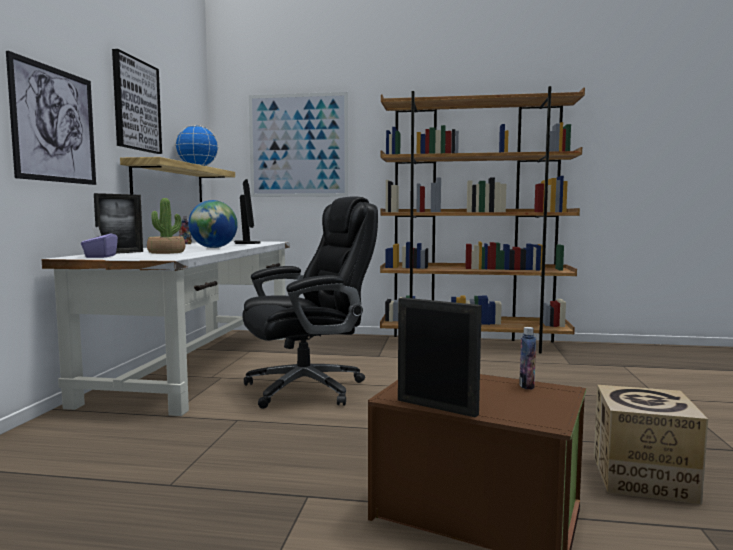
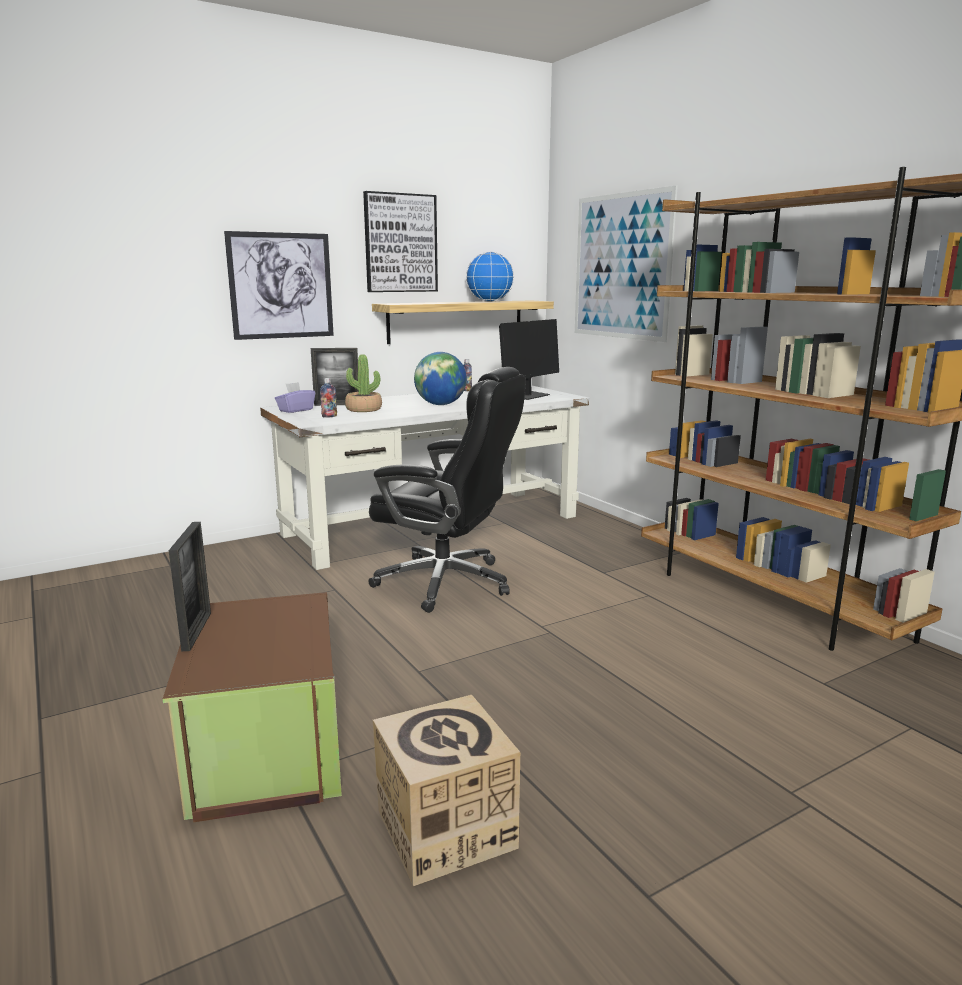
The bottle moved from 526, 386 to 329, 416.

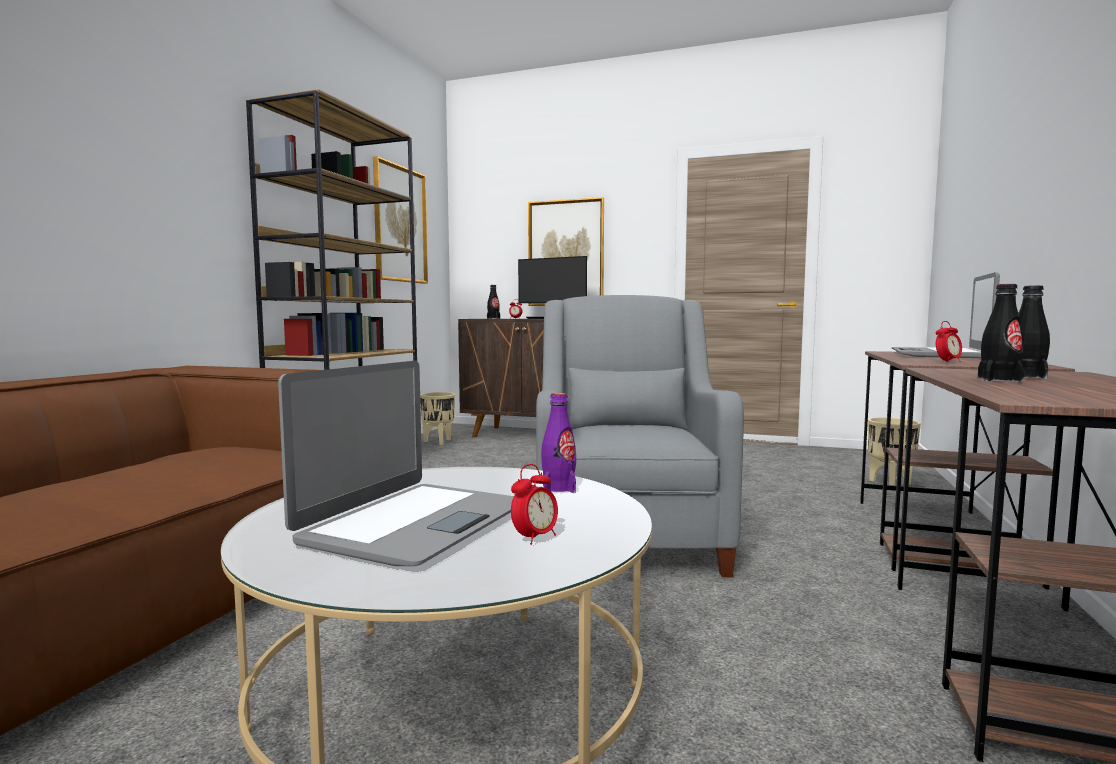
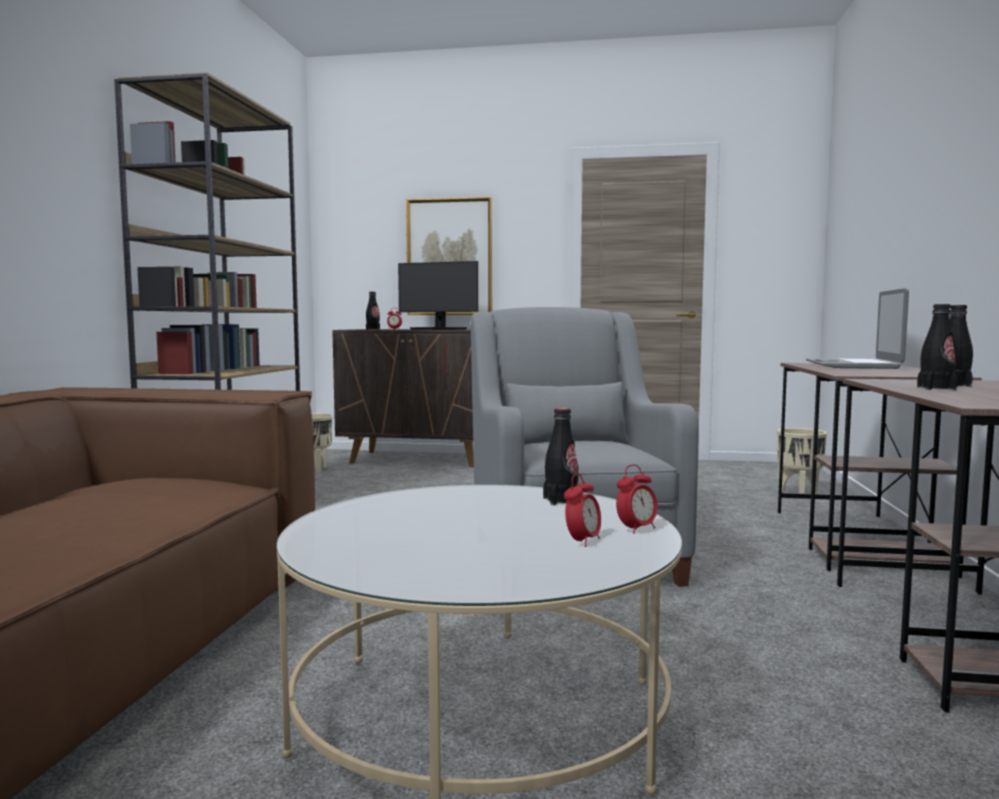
The laptop at 415, 524 disappeared. The picture at 400, 224 disappeared. The purple bottle at 558, 488 became the black bottle at 561, 500. The alarm clock moved from 947, 362 to 636, 529.

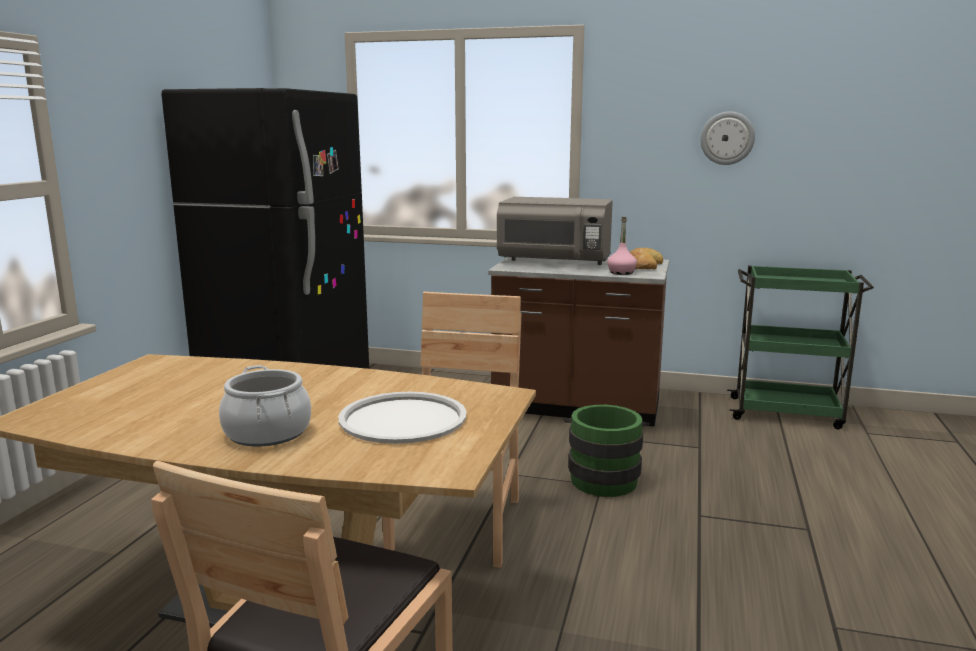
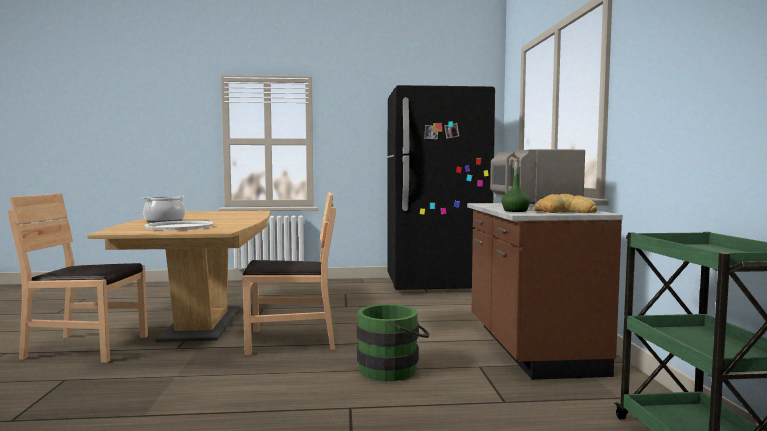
The pink bottle at 621, 272 became the green bottle at 515, 211. The wall clock at 727, 138 disappeared.

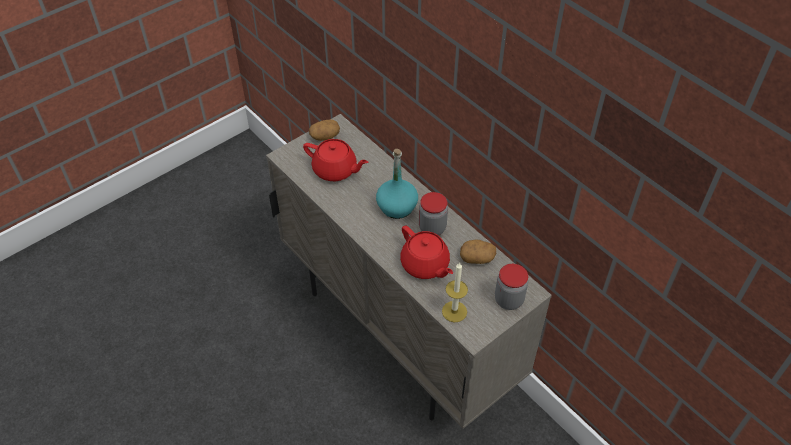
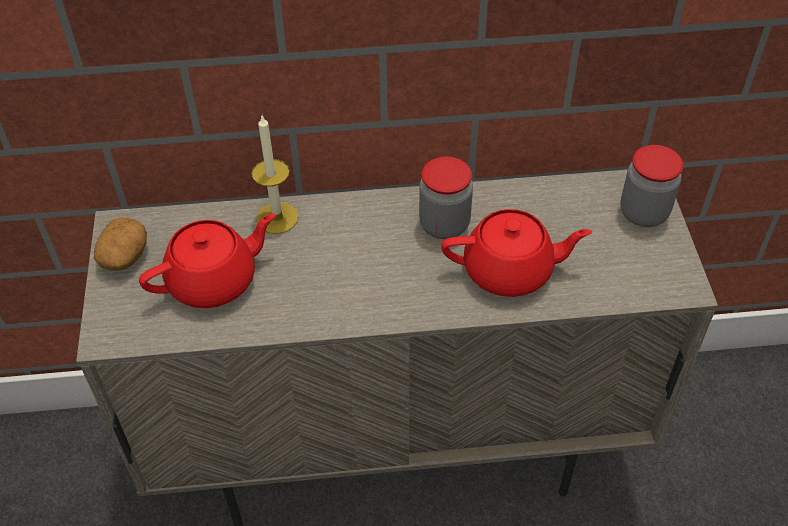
The turquoise bottle at 397, 207 disappeared. The candle moved from 454, 311 to 277, 218. The potato at 477, 257 disappeared.

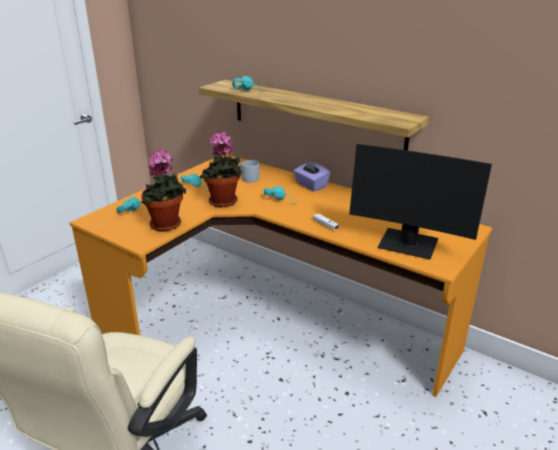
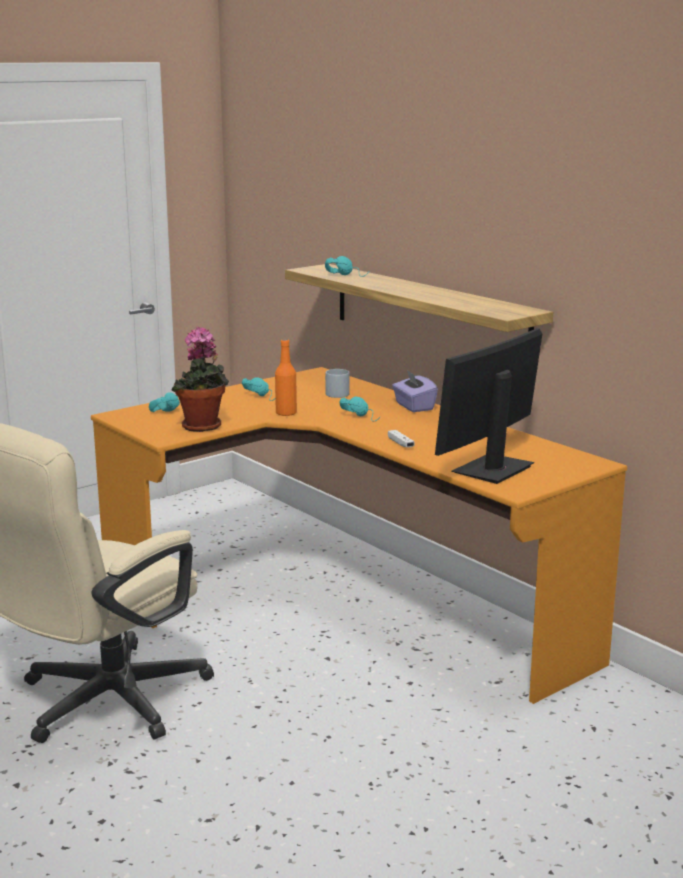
The potted plant at 224, 203 was replaced by the orange bottle at 286, 413. The monitor at 408, 244 turned 90 degrees clockwise.

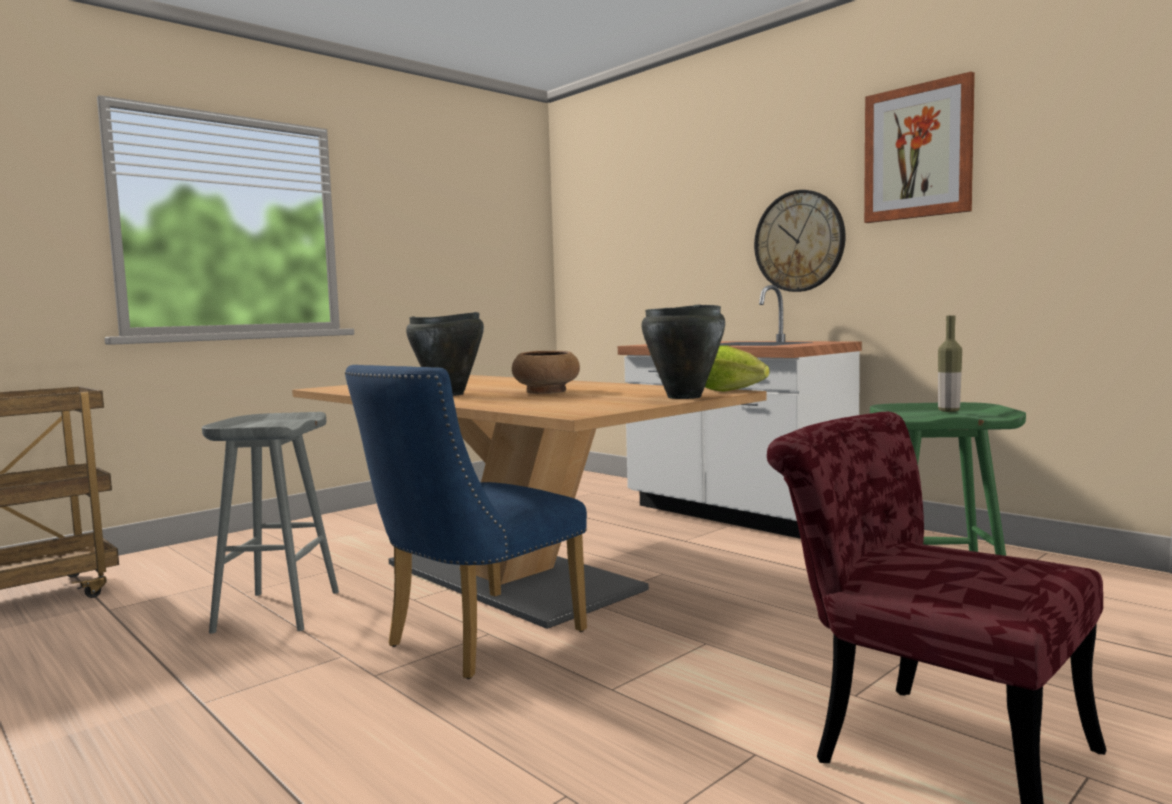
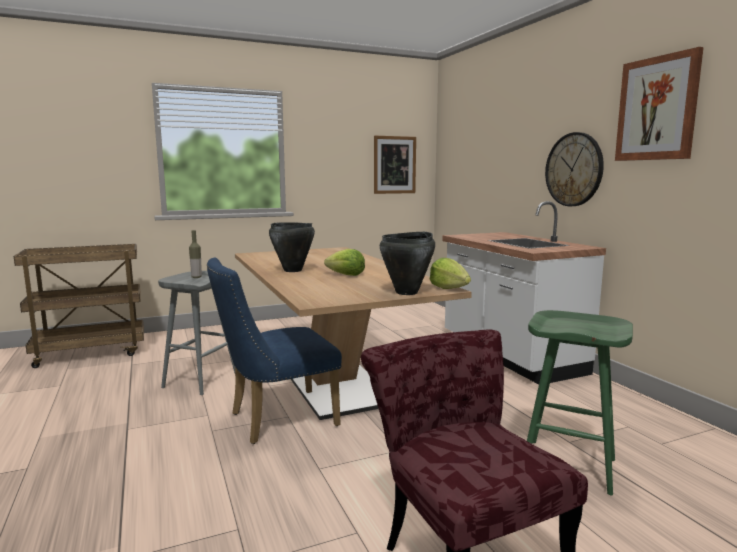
The brown bowl at 547, 392 was replaced by the lettuce at 346, 275. The bottle moved from 948, 411 to 196, 277. The picture at 394, 165 appeared.

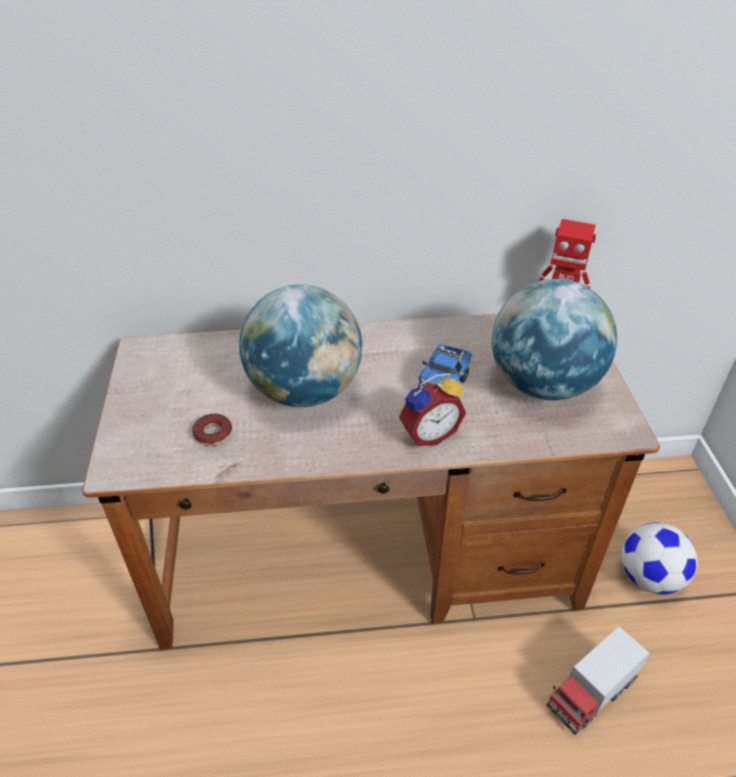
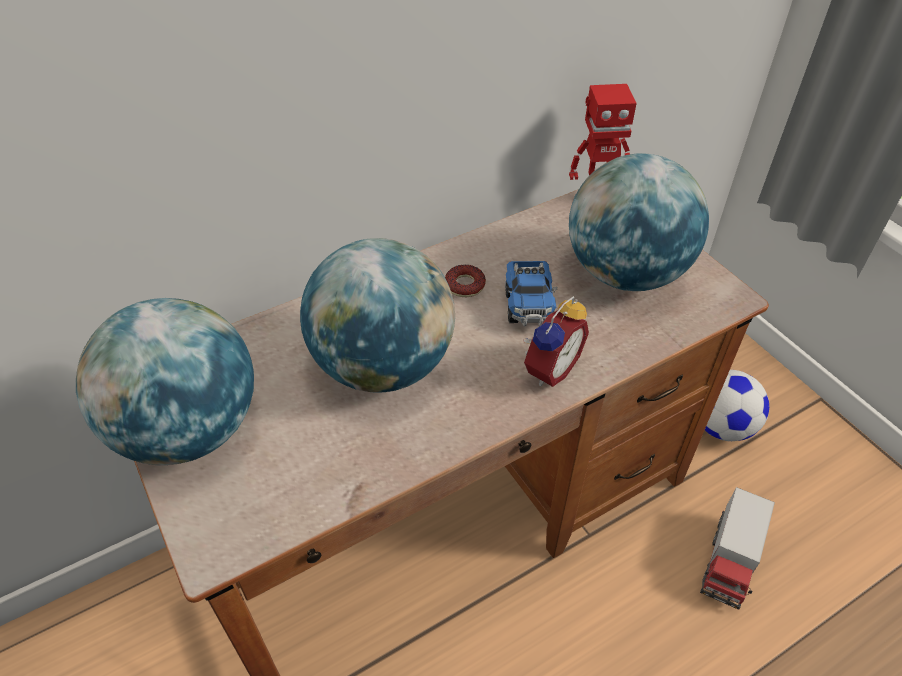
The donut moved from 213, 433 to 465, 285. The globe at 189, 429 appeared.

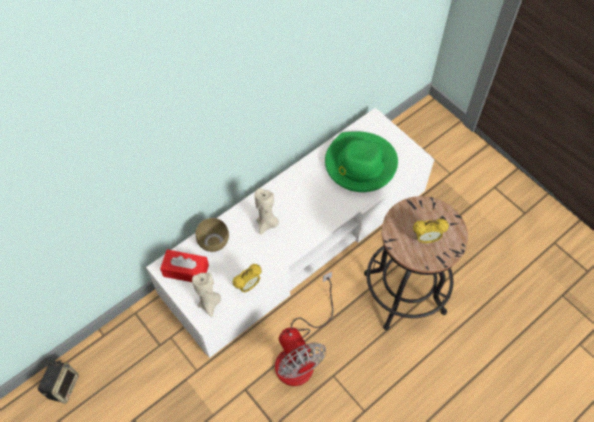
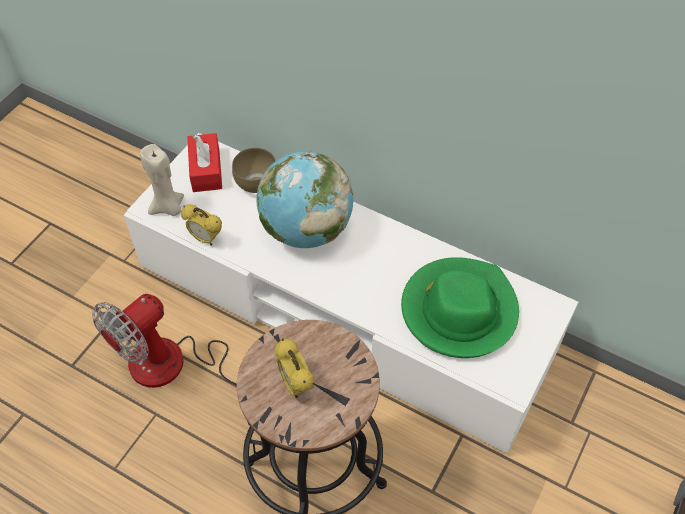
The speaker at 63, 385 disappeared. The beige candle at 267, 224 was replaced by the globe at 306, 229.

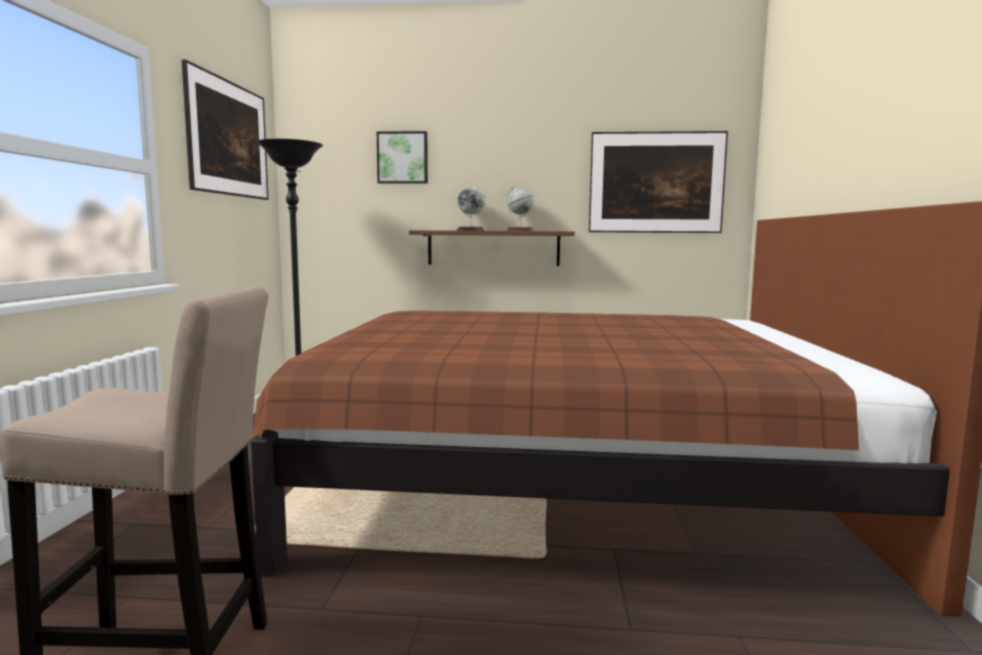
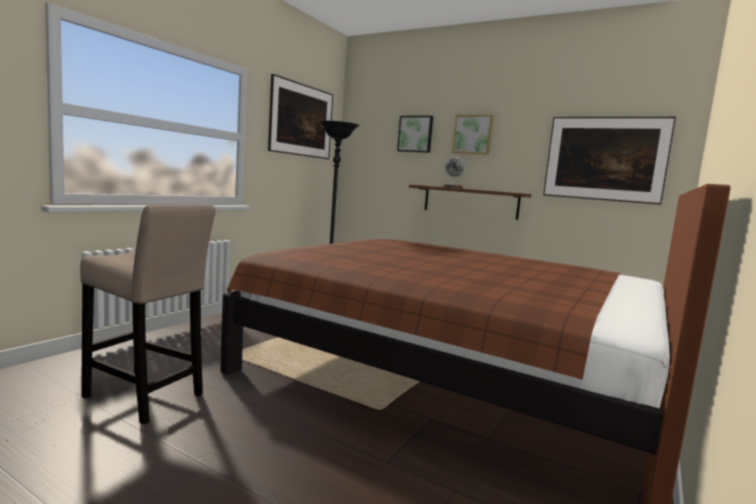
The globe at 519, 230 disappeared. The picture at 473, 134 appeared.

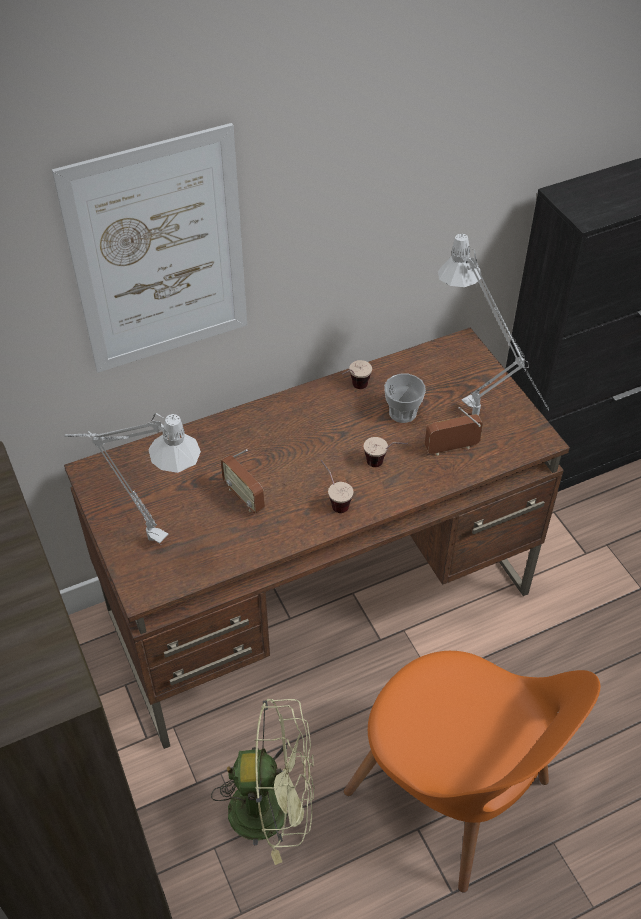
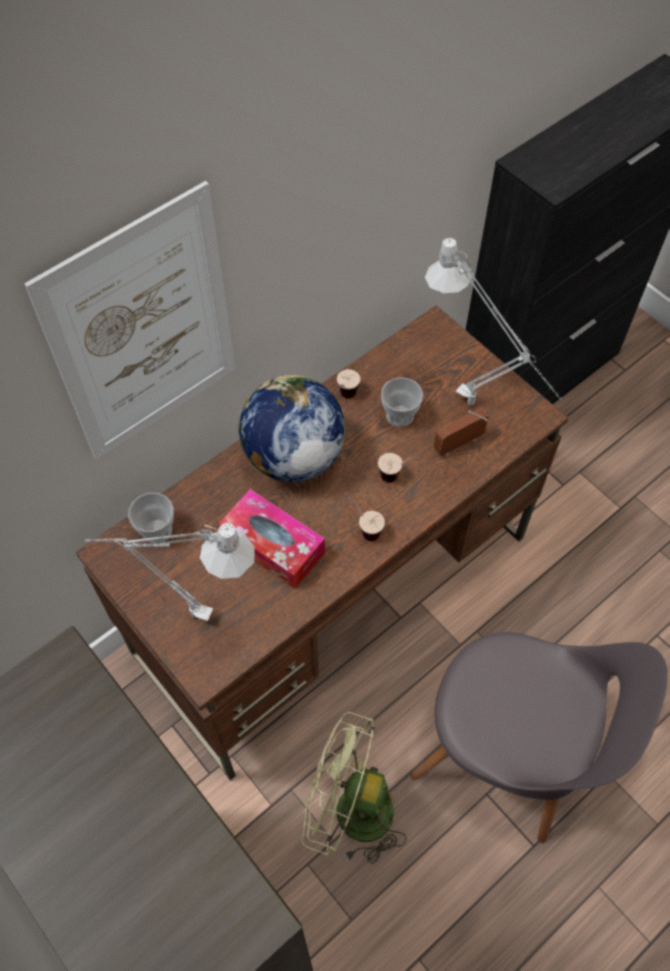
The green fan at 273, 808 turned 150 degrees counterclockwise. The radio at 244, 497 was replaced by the tissue box at 273, 545. The orange chair at 453, 794 became the grey chair at 509, 752. The cup at 157, 530 appeared. The globe at 292, 456 appeared.

